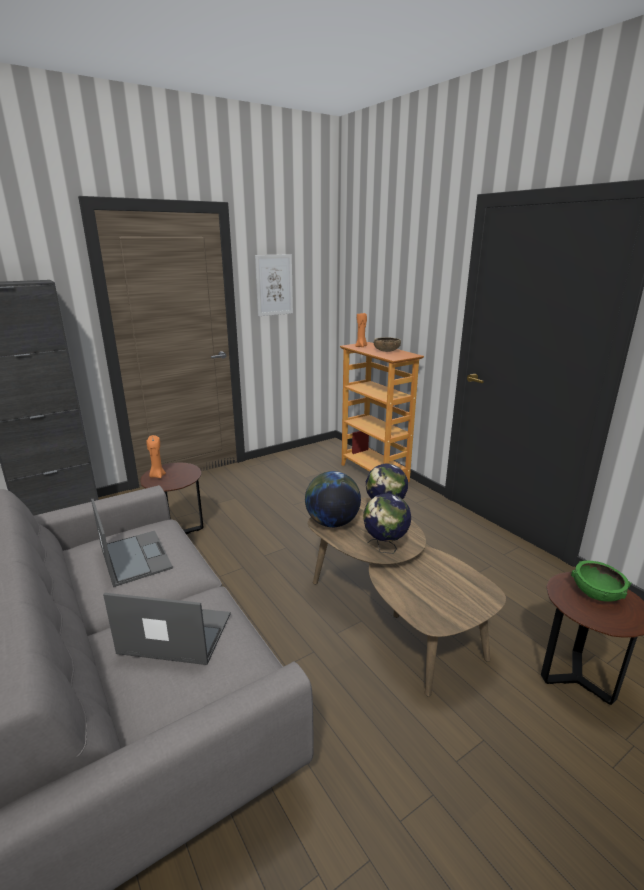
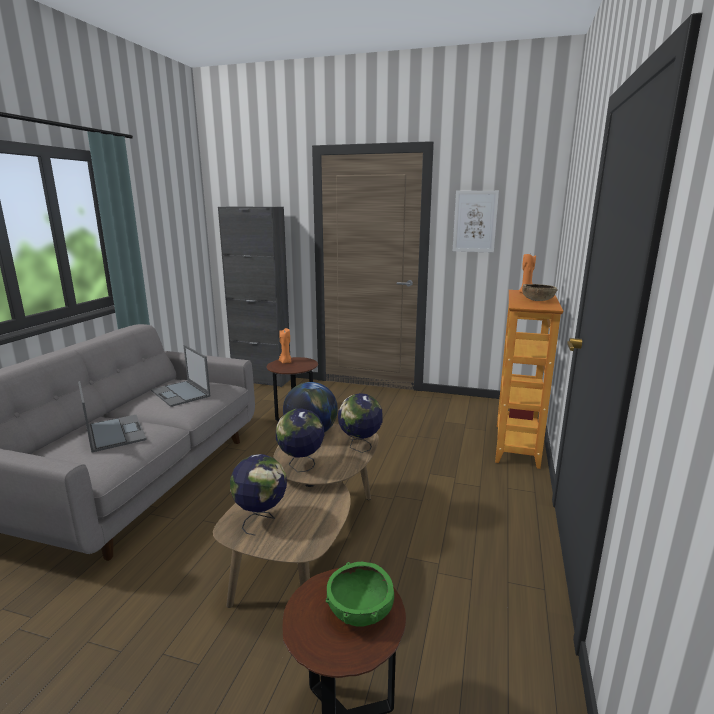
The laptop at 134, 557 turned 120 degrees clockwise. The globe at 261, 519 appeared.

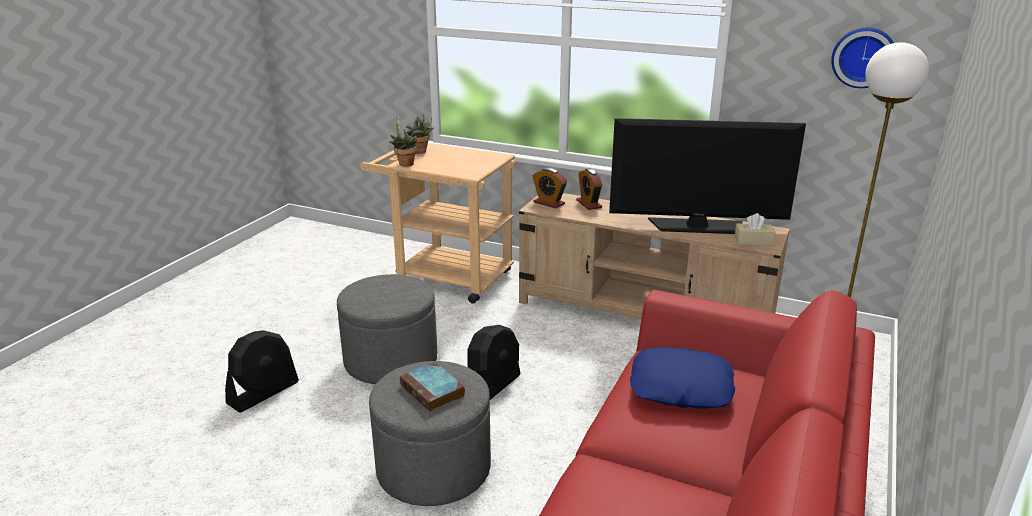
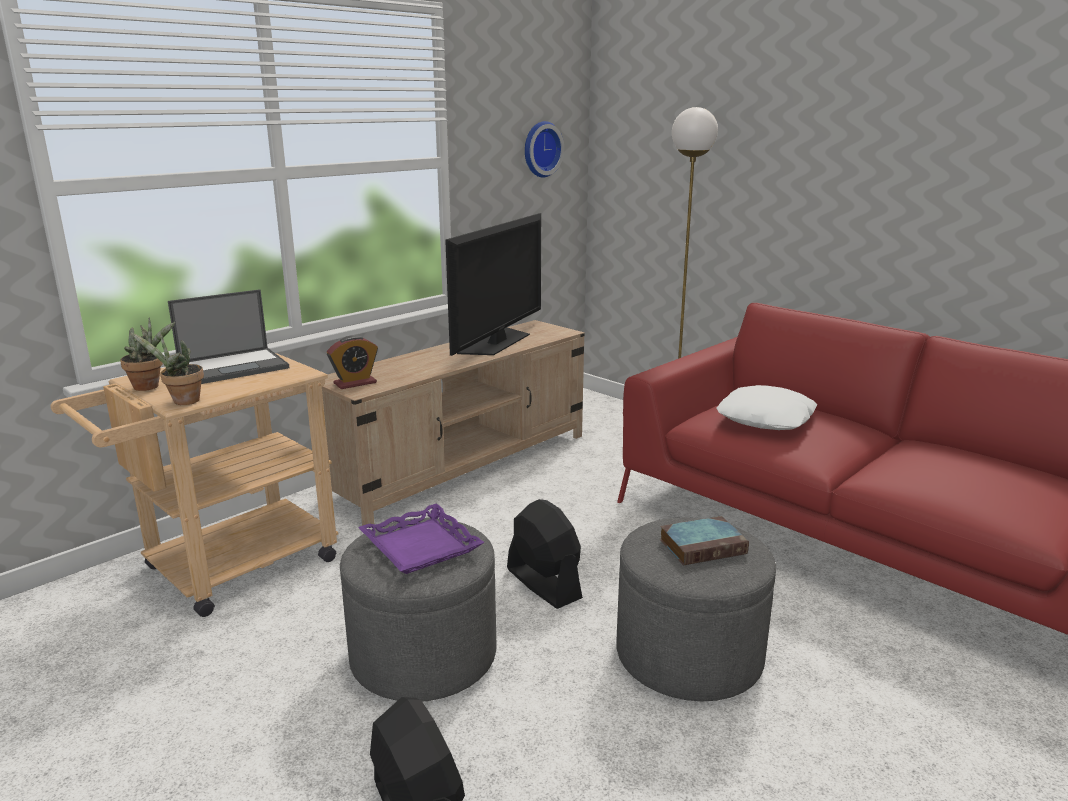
The alarm clock at 589, 204 disappeared. The blue pillow at 680, 388 became the white pillow at 766, 418. The beige tissue box at 753, 241 disappeared. The laptop at 234, 366 appeared. The purple tray at 419, 546 appeared.

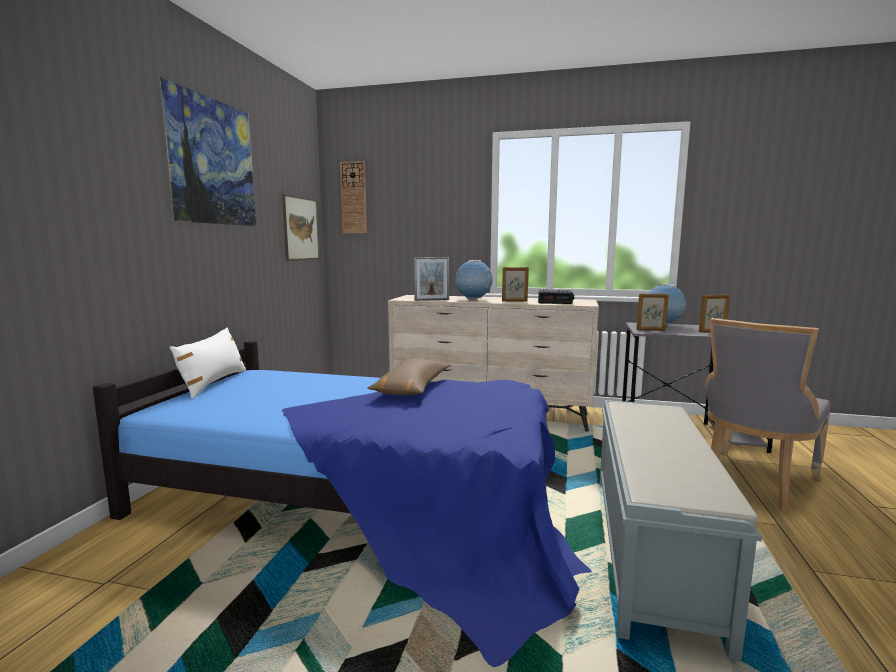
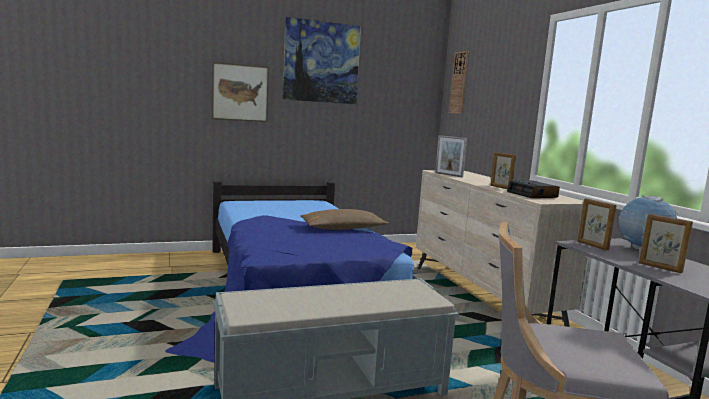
The white pillow at 213, 383 disappeared. The picture moved from 301, 228 to 240, 92. The globe at 473, 300 disappeared.

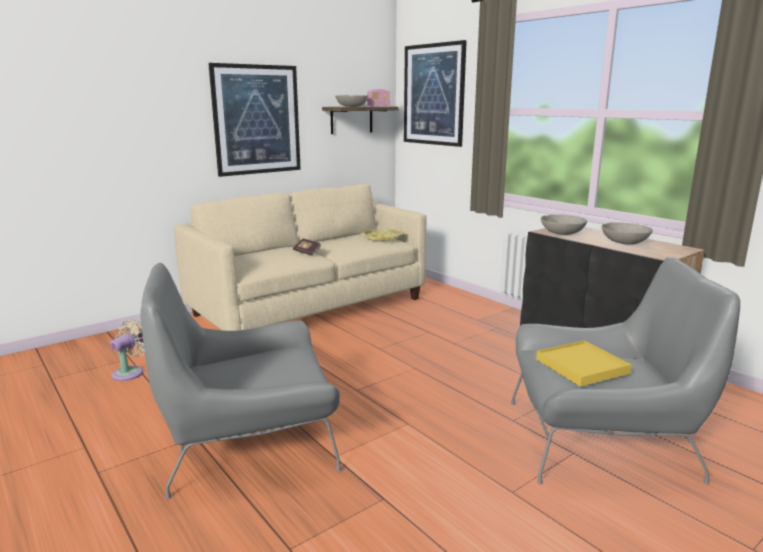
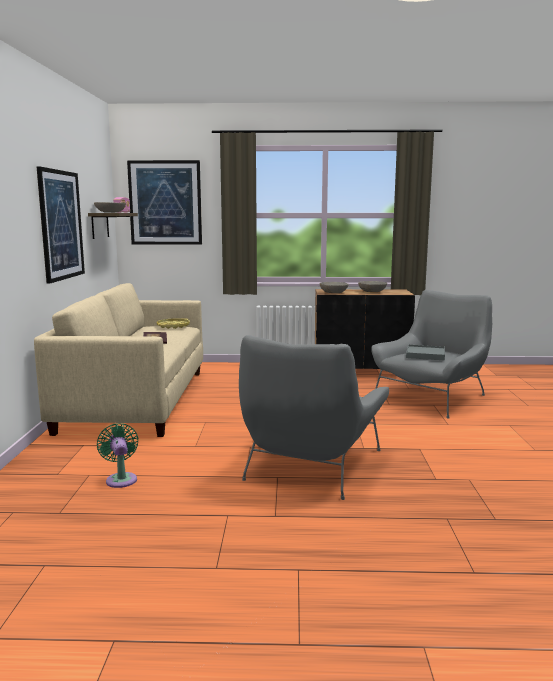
The beige fan at 130, 372 became the green fan at 121, 479. The yellow tray at 581, 366 became the grey tray at 425, 354.

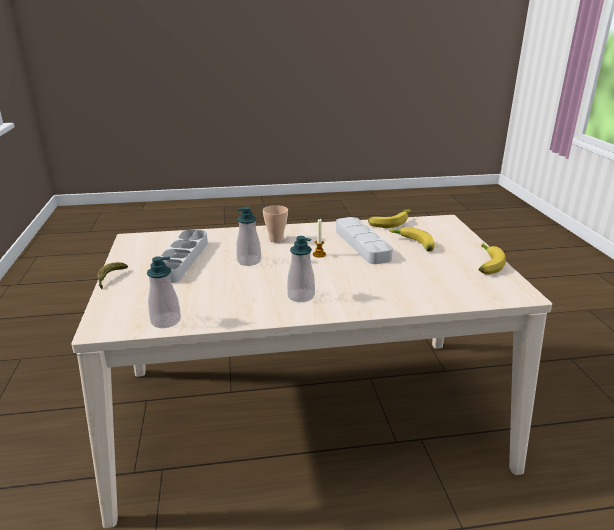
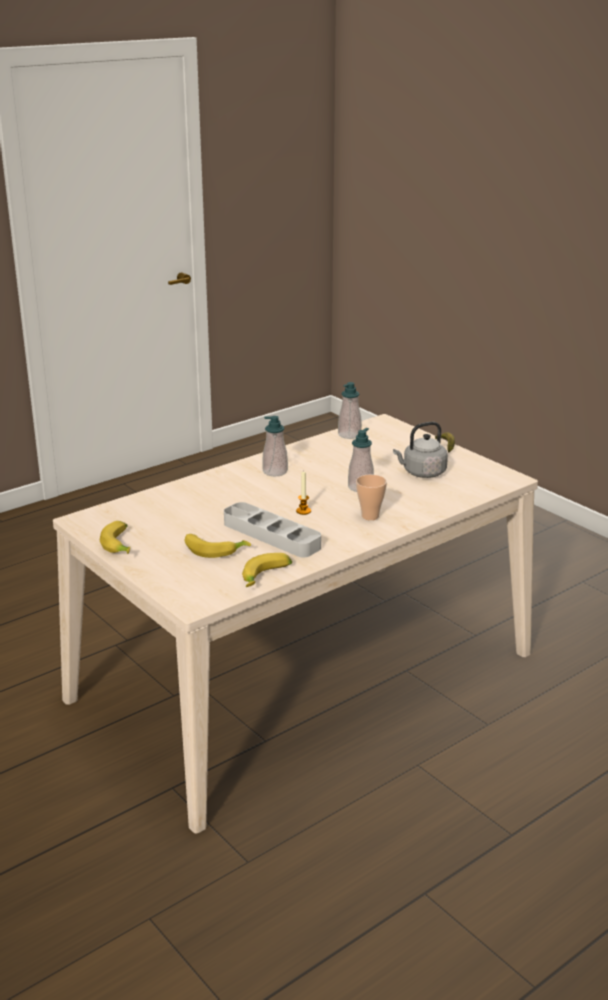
The grey tray at 182, 260 was replaced by the grey kettle at 422, 473.

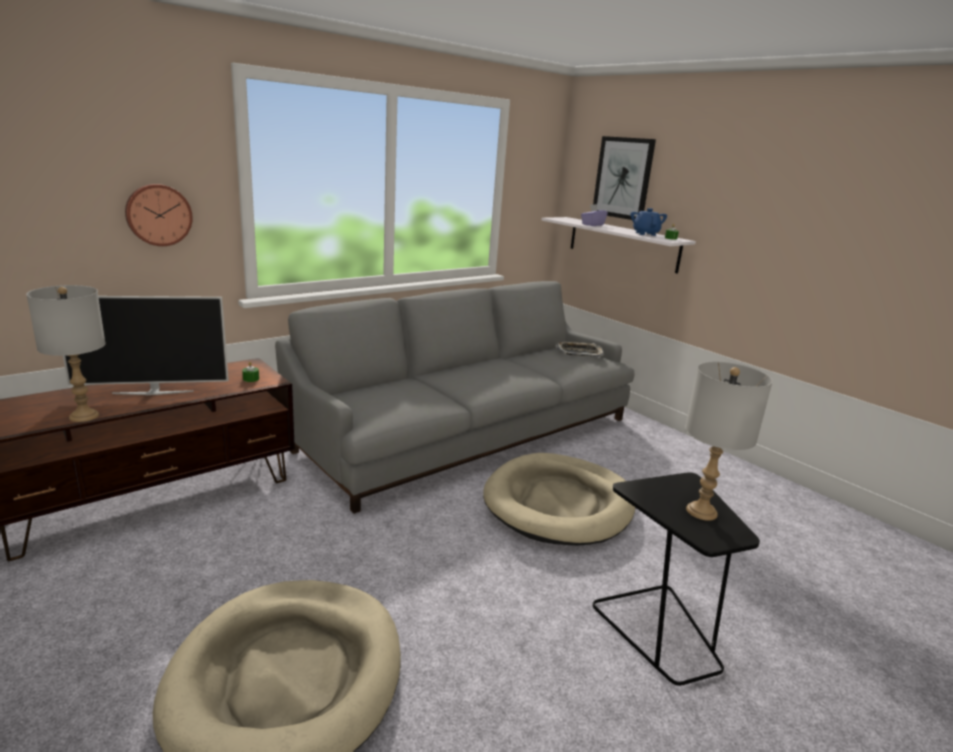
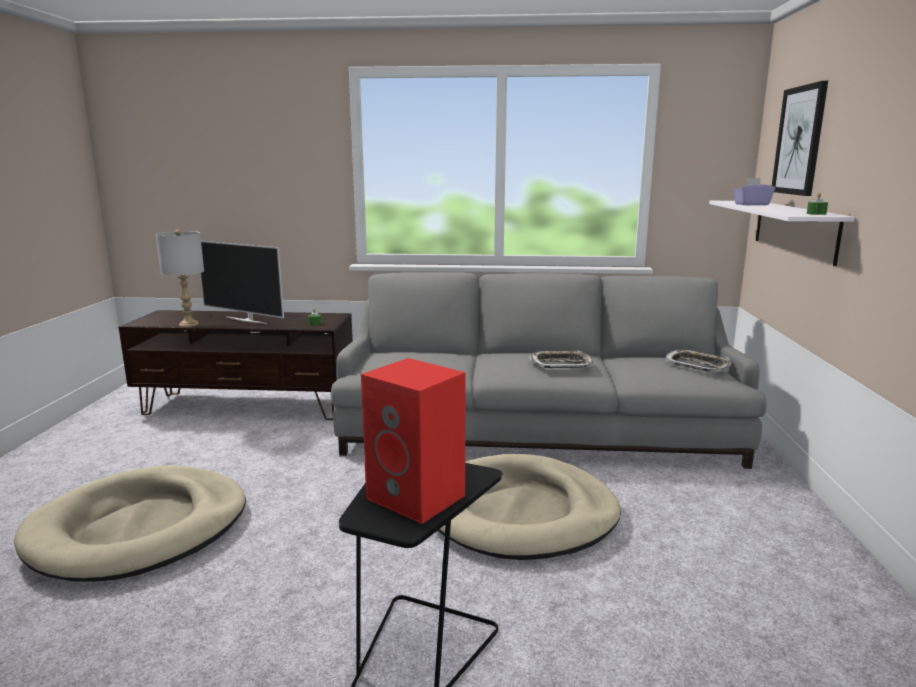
The wall clock at 158, 215 disappeared. The blue teapot at 645, 234 disappeared. The grey table lamp at 701, 511 was replaced by the red speaker at 418, 497. The tray at 561, 364 appeared.

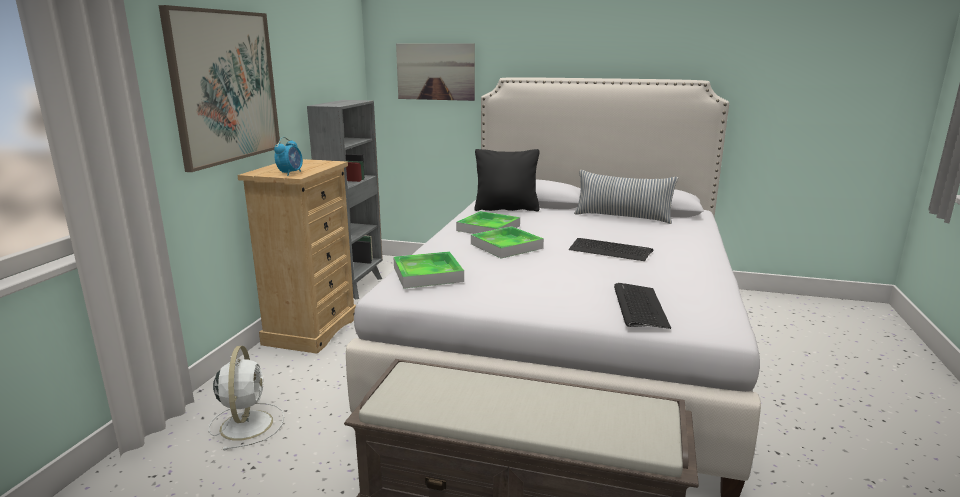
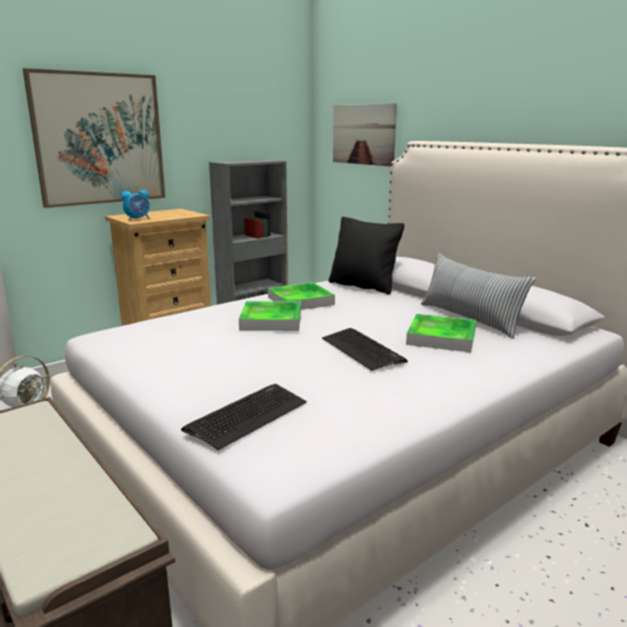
The tray moved from 428, 274 to 441, 337.

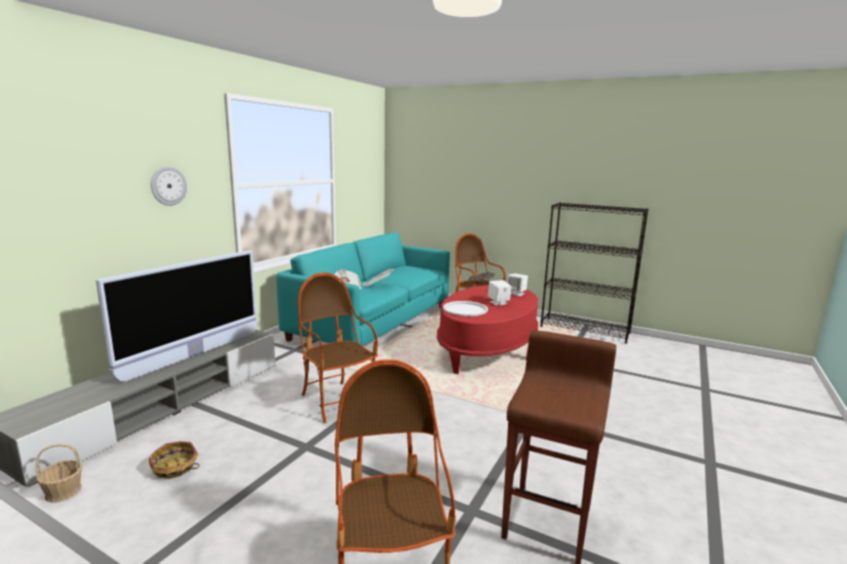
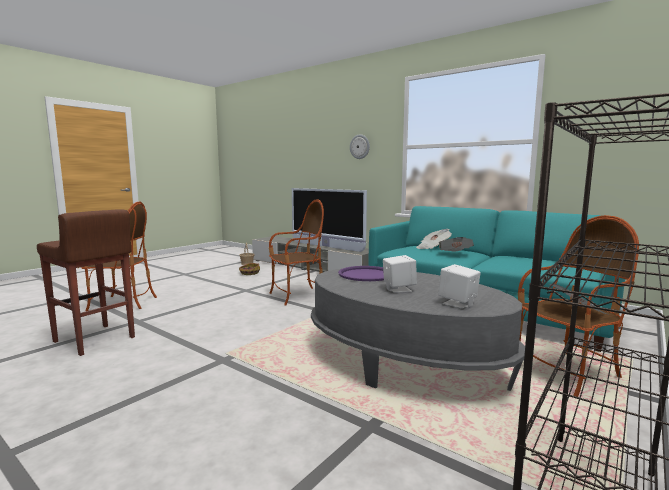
The red coffee table at 487, 350 became the grey coffee table at 404, 361. The white tray at 465, 309 became the purple tray at 366, 274.

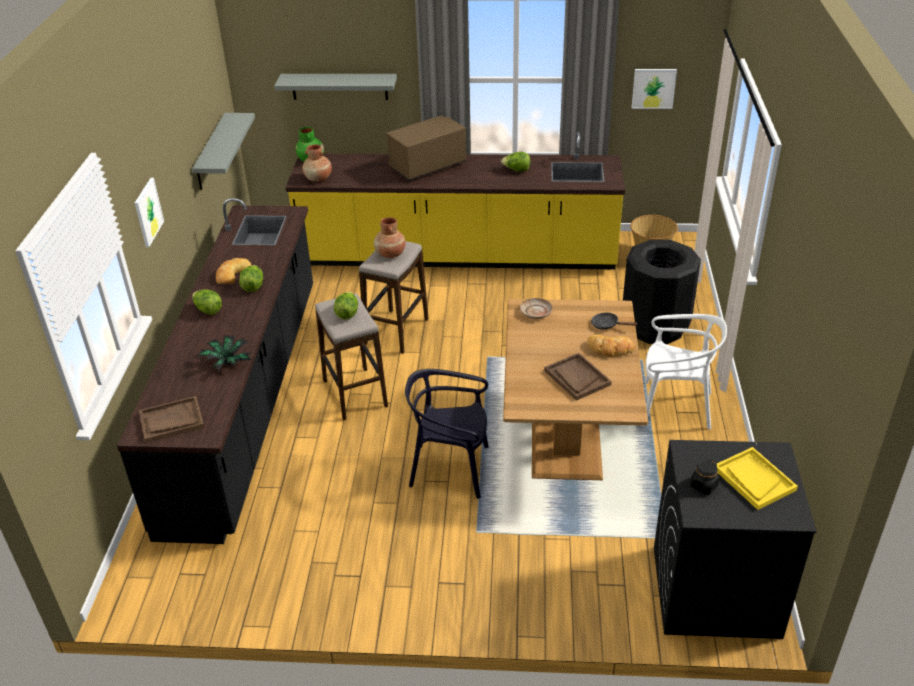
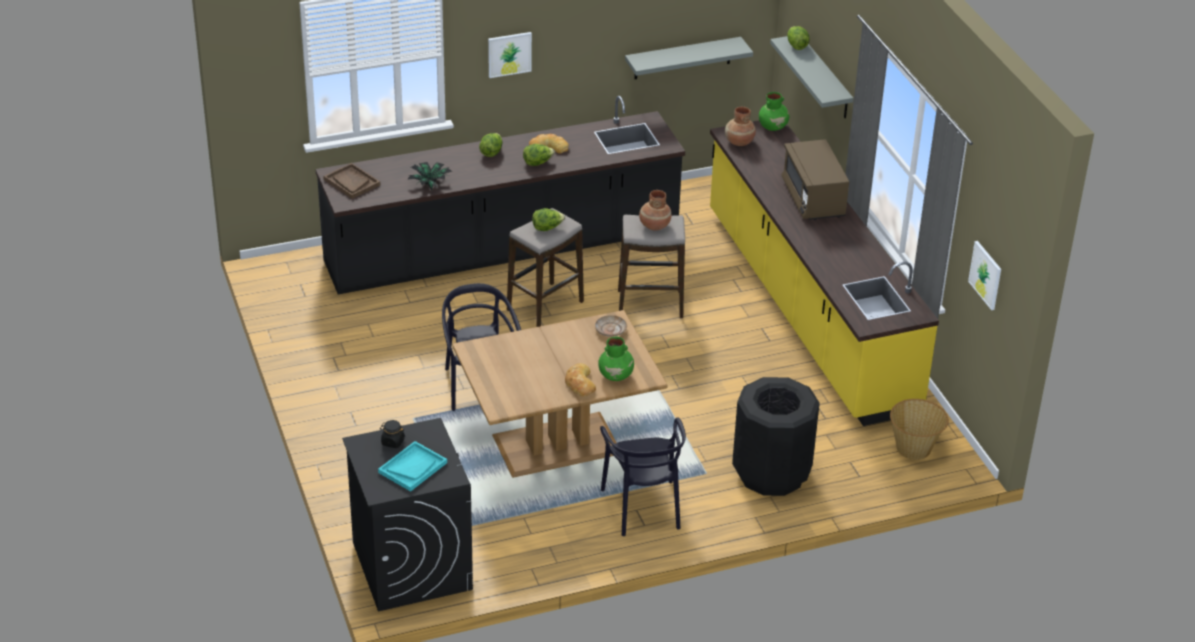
The brown microwave at 427, 166 turned 135 degrees counterclockwise. The lettuce moved from 516, 170 to 796, 45. The brown tray at 577, 378 disappeared. The black frying pan at 607, 325 was replaced by the green vase at 616, 375. The white chair at 674, 407 became the black chair at 643, 507. The yellow tray at 754, 479 became the turquoise tray at 412, 467.

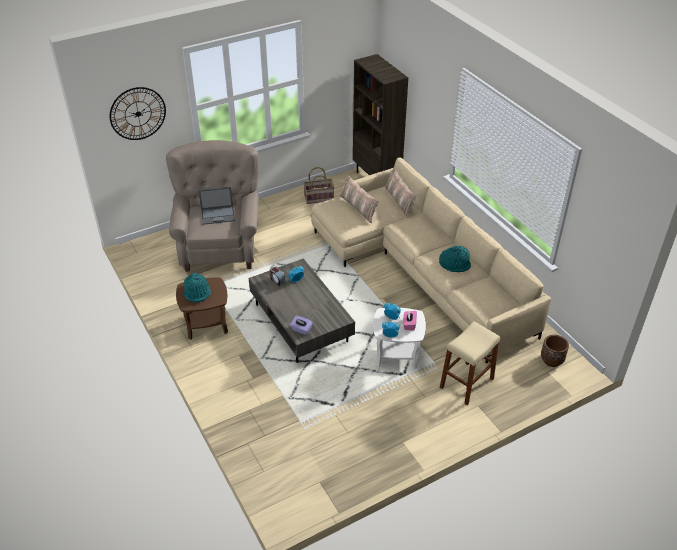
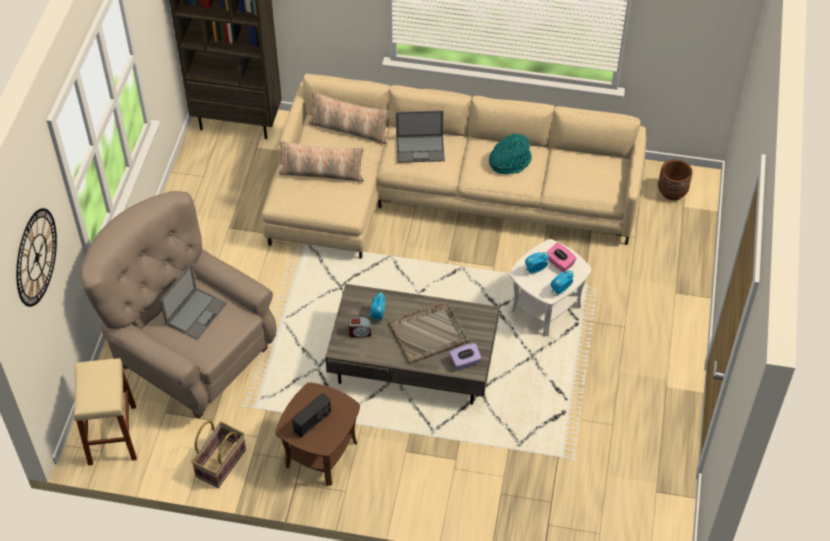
The turquoise hat at 197, 292 was replaced by the radio at 312, 421. The basket moved from 319, 197 to 220, 462. The beige stool moved from 466, 383 to 112, 435. The grey tray at 429, 333 appeared. The laptop at 421, 148 appeared.

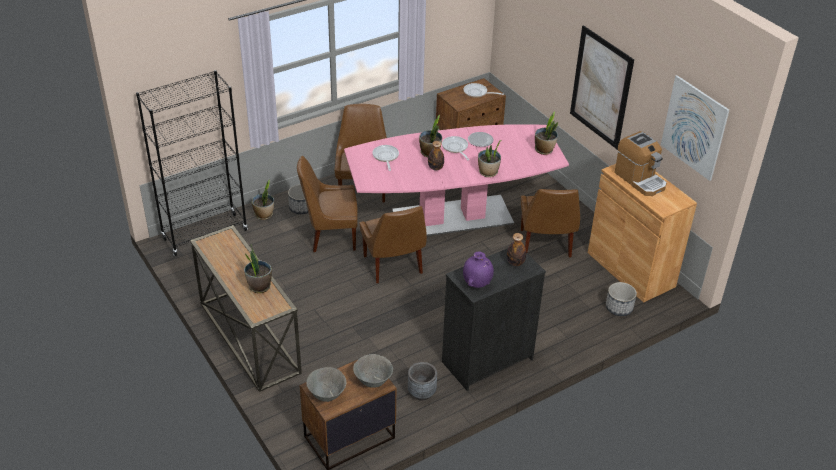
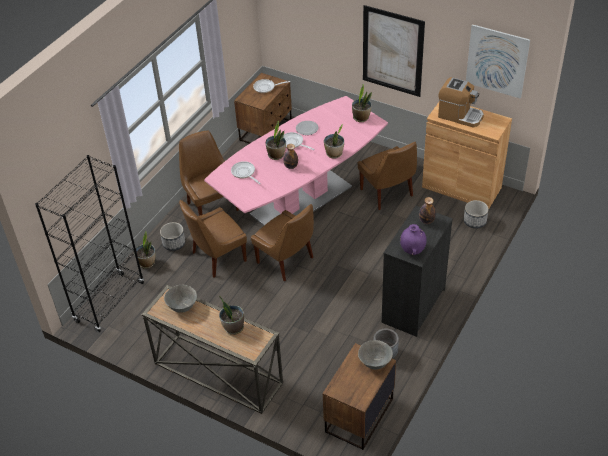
The grey bowl moved from 326, 394 to 182, 307.

